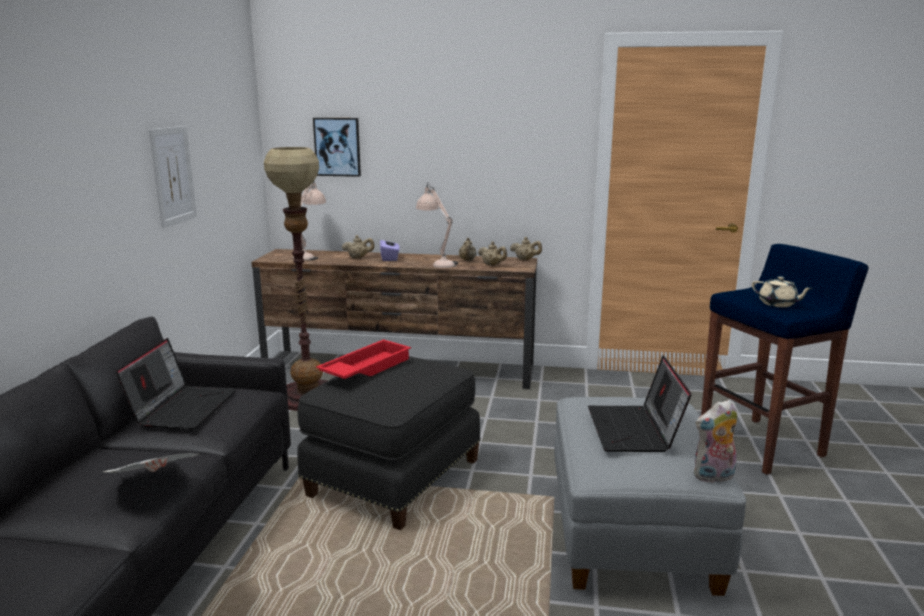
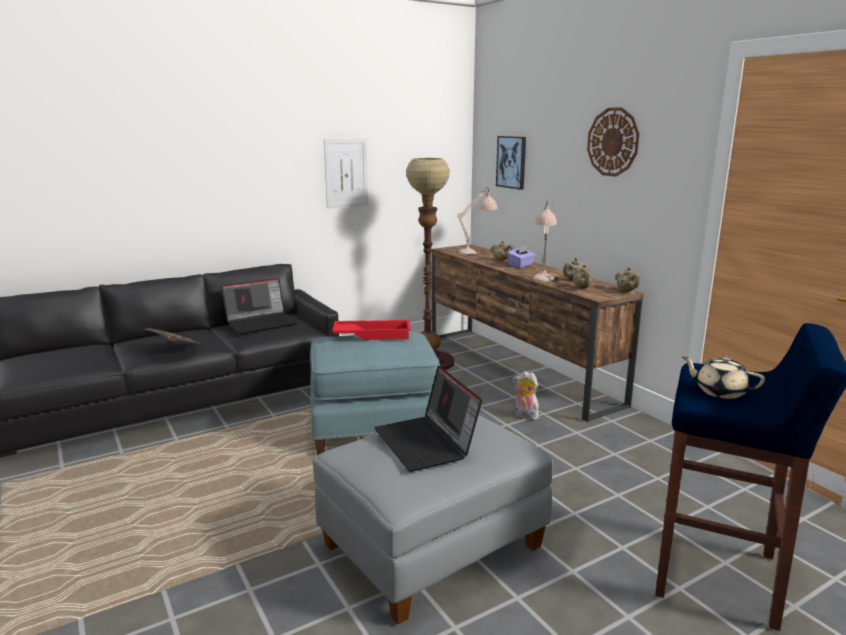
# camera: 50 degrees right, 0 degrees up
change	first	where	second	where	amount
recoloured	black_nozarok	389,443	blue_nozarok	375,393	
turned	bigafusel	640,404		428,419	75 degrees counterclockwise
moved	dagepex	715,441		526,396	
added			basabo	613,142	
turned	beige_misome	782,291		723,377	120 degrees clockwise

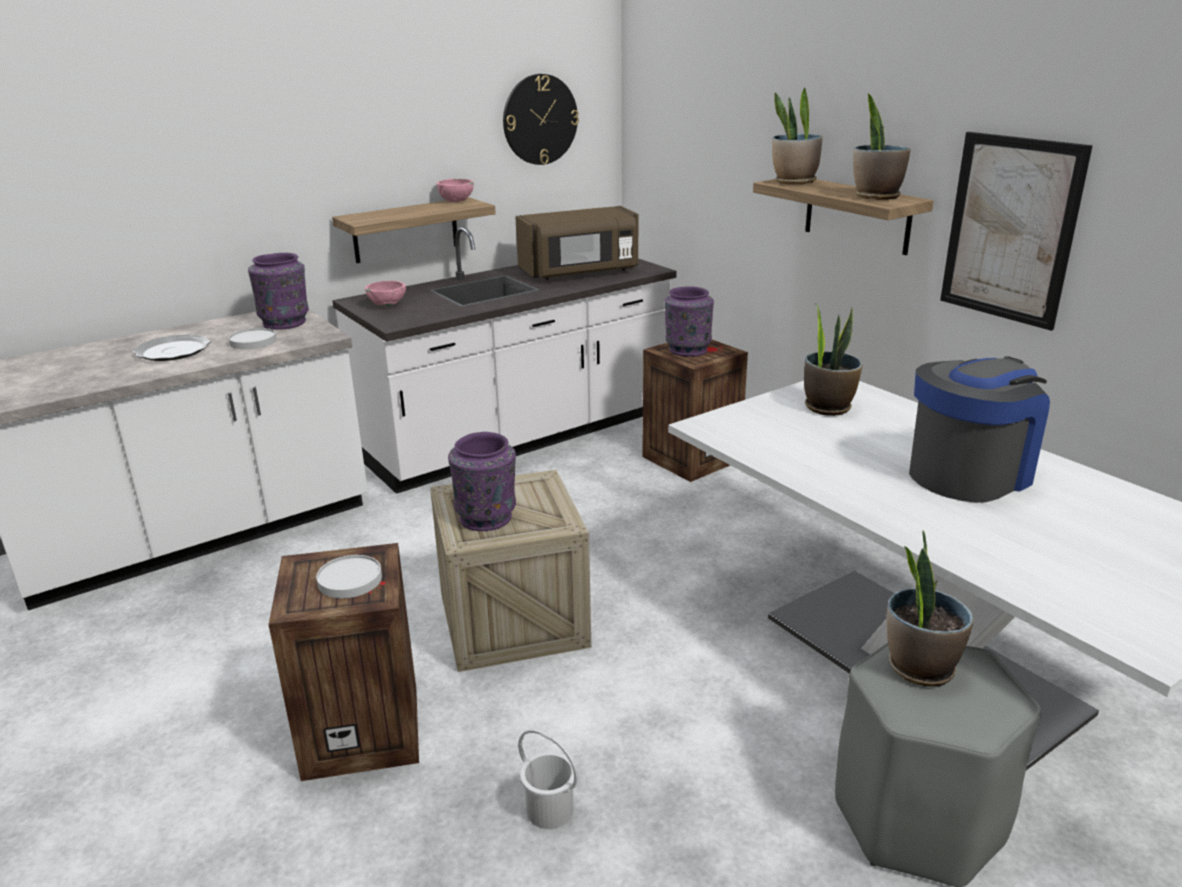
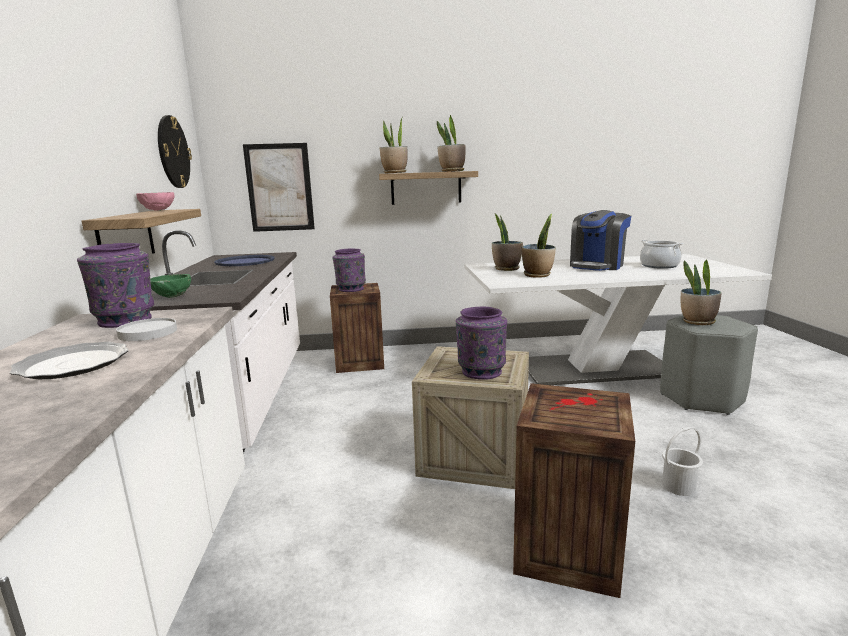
# camera: 60 degrees left, 10 degrees down
change	first	where	second	where	amount
recoloured	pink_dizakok	385,294	green_dizakok	170,286	
replaced	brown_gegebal	576,243	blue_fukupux	244,260	
moved	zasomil	1016,231		279,187	
added			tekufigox	539,246	
turned	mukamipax	979,429		600,240	135 degrees counterclockwise
added			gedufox	662,254	
removed	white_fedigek	349,576			

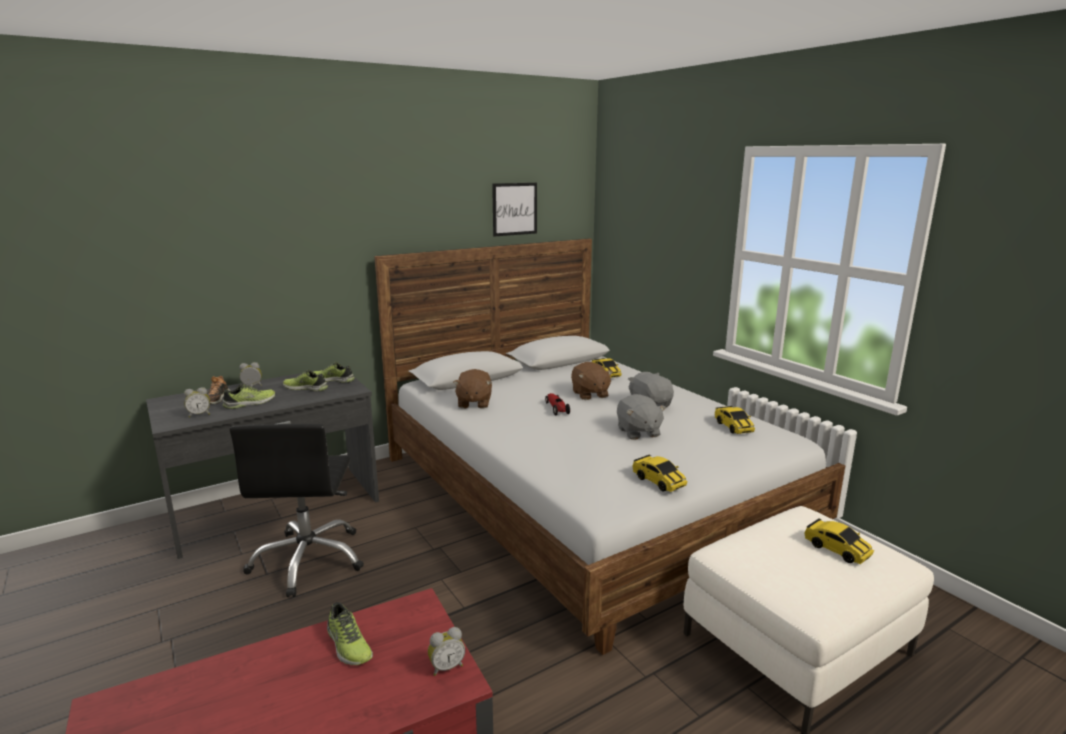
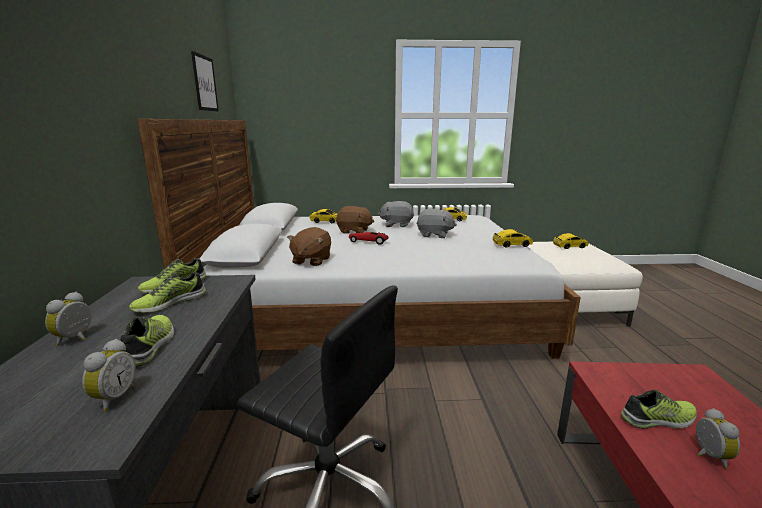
# camera: 60 degrees left, 0 degrees up
change	first	where	second	where	amount
turned	brown_dagepex	472,388		309,246	75 degrees clockwise
moved	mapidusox	446,651		718,438	
removed	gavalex	219,390			

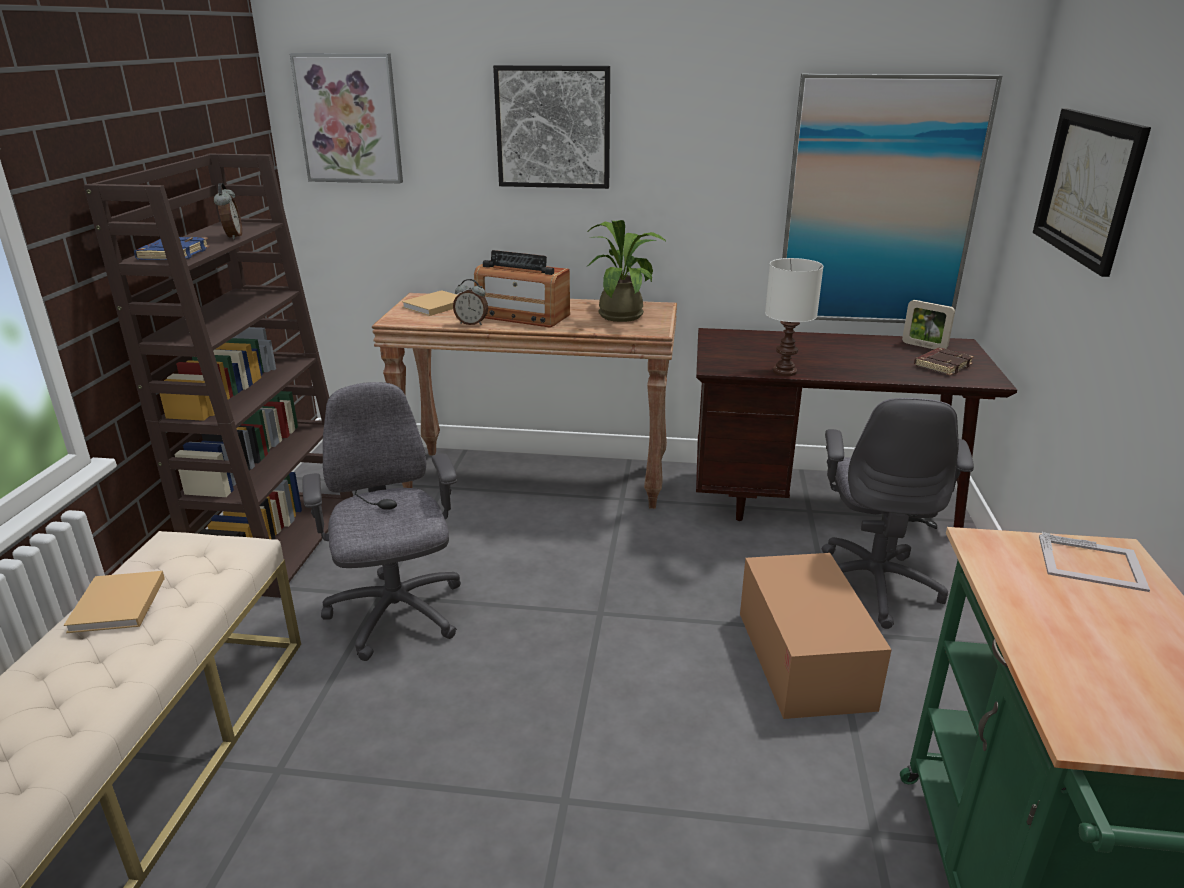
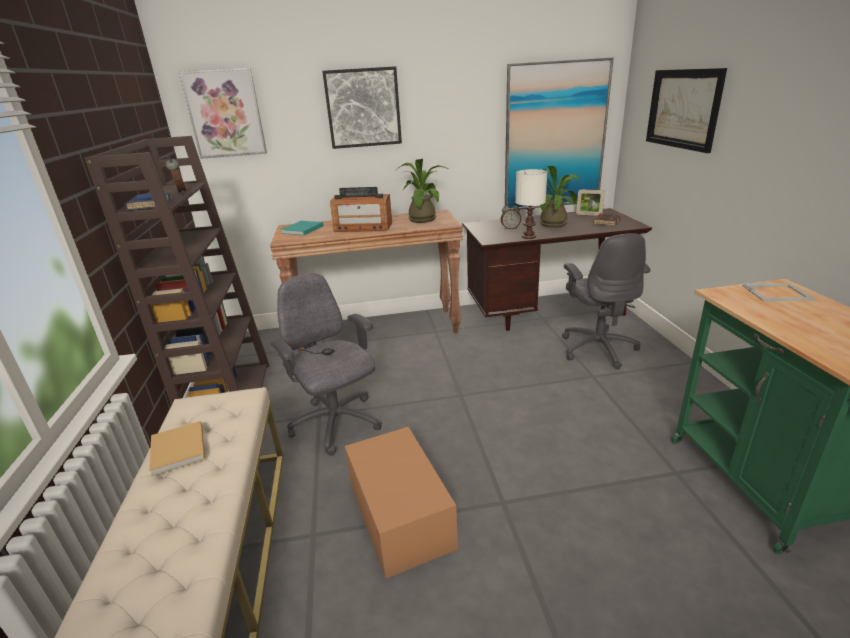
# camera: 15 degrees left, 0 degrees up
change	first	where	second	where	amount
recoloured	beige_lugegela	429,303	turquoise_lugegela	302,228	
moved	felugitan	816,636		401,502	
moved	mapidusox	470,302		511,215	
added			tekufigox	559,197	

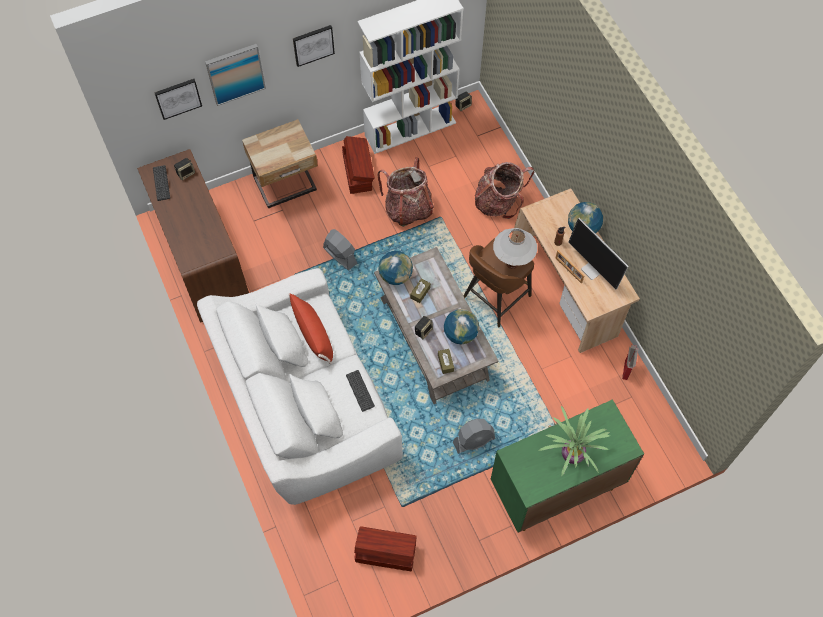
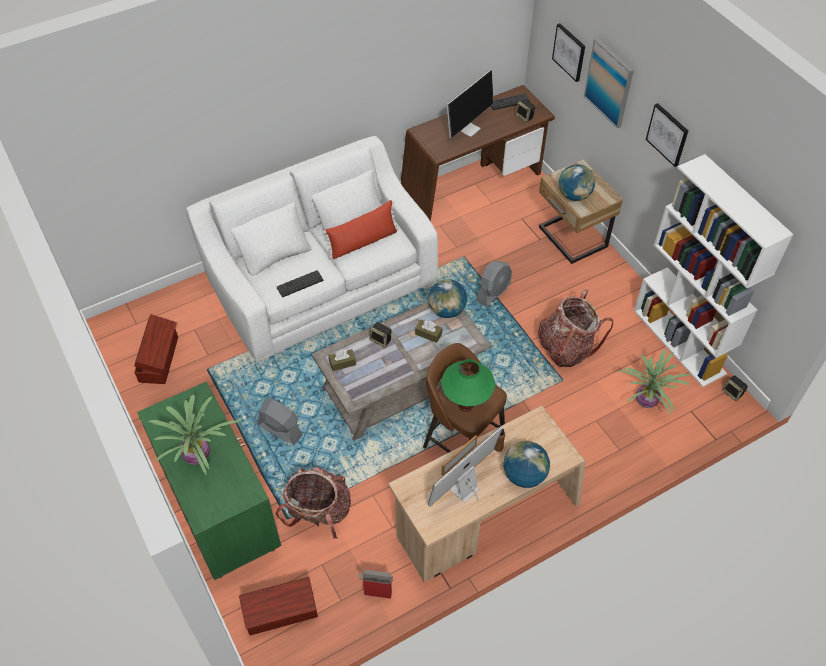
# camera: 85 degrees right, 10 degrees down
change	first	where	second	where	amount
moved	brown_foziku	358,165		278,606	
turned	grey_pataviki	474,436		280,421	150 degrees clockwise
moved	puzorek	504,190		313,502	
recoloured	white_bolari	515,248	green_bolari	468,385	
added			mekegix	470,104	
moved	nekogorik	461,326		577,182	
added			tekufigox	654,382	

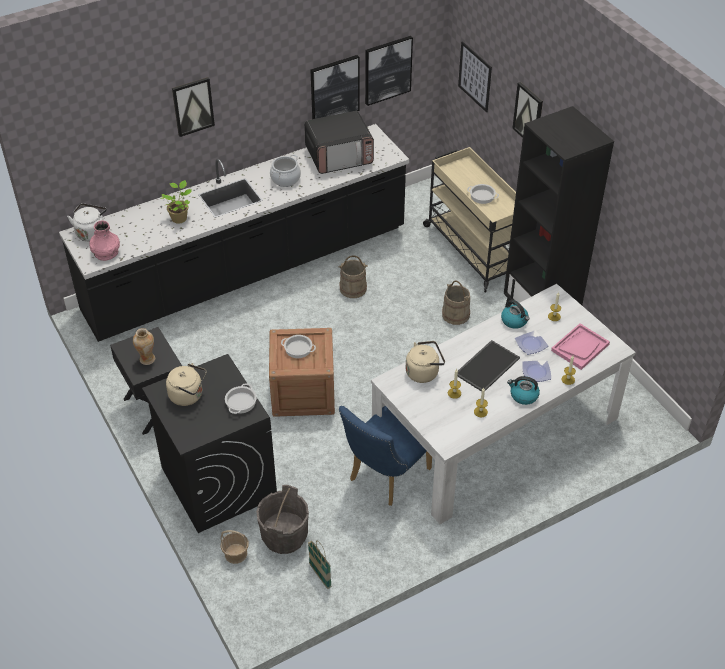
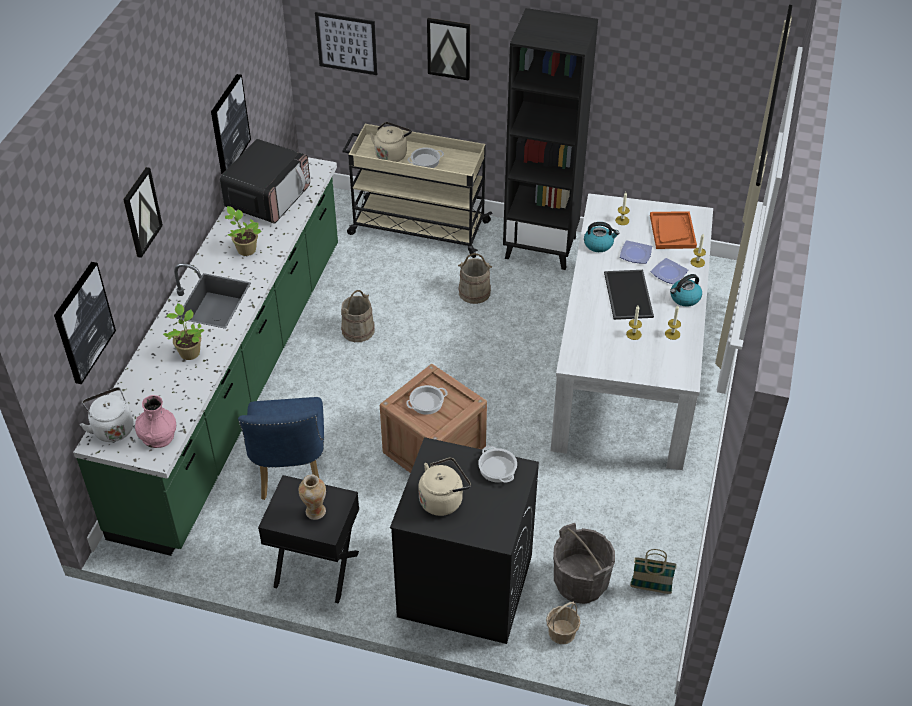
# camera: 45 degrees left, 0 degrees up
change	first	where	second	where	amount
moved	zasomil	389,71		85,323	
recoloured	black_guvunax	234,233	green_guvunax	205,356	
replaced	gedufox	285,171	tekufigox	243,231	
moved	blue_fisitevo	385,456		281,448	
moved	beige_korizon	425,362		391,142	
recoloured	pink_fukupux	580,347	orange_fukupux	673,230	

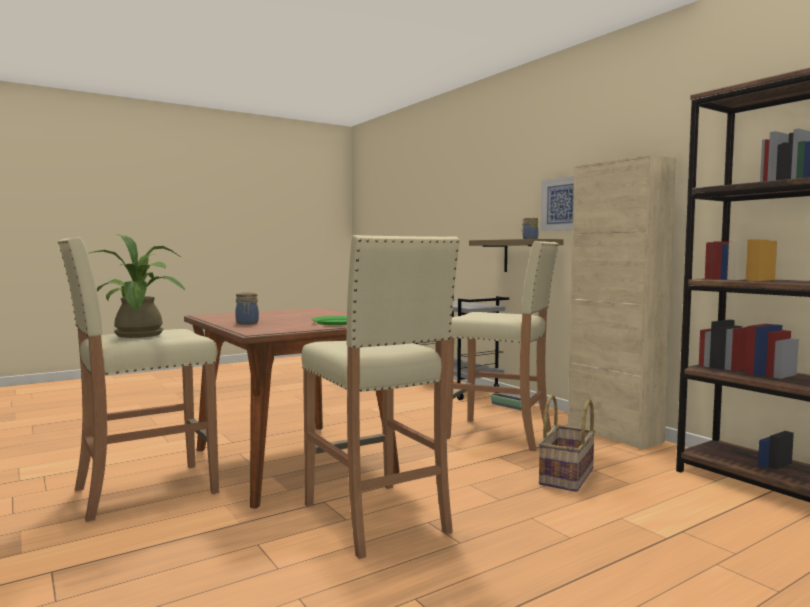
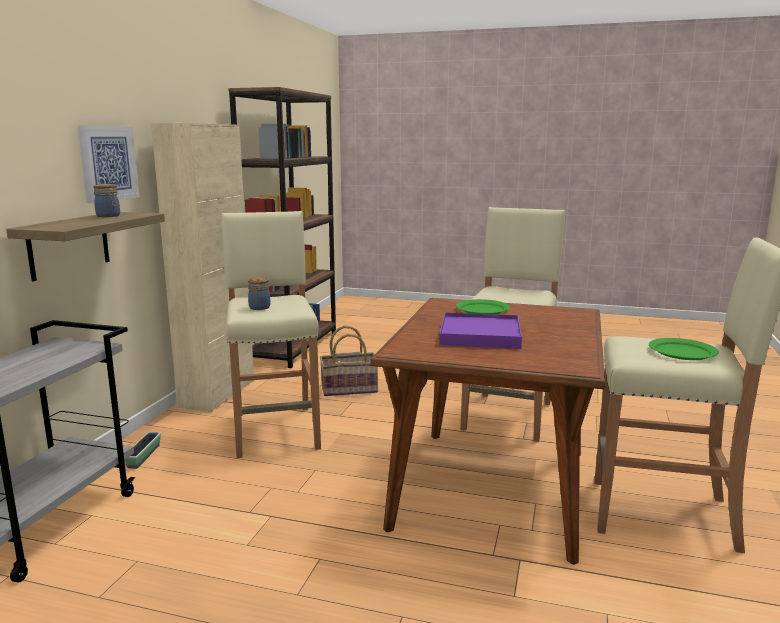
# camera: 130 degrees left, 10 degrees up
change	first	where	second	where	amount
moved	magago	247,308		259,294	
added			purple_fukupux	480,330	
replaced	tekufigox	137,286	green_fedigek	684,349	

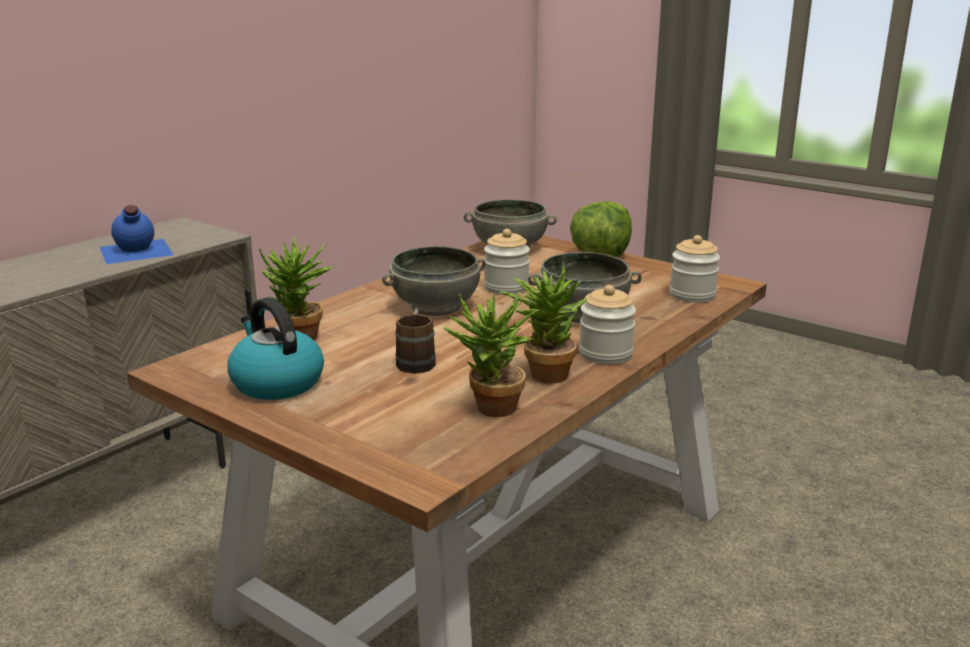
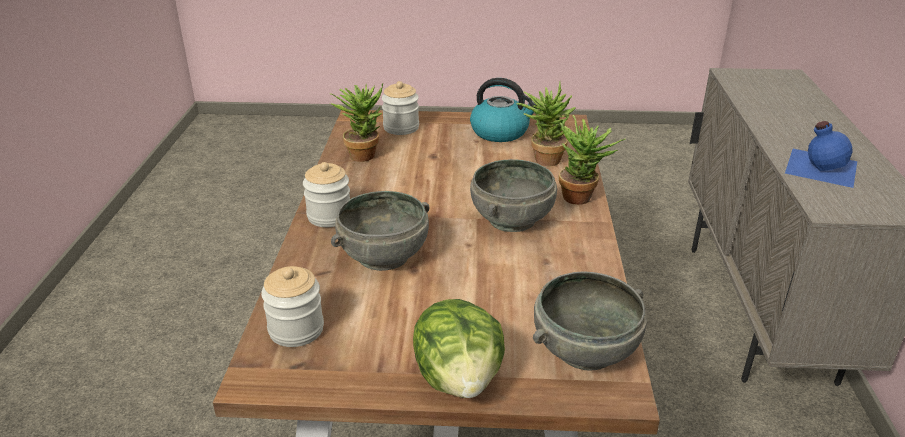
# camera: 145 degrees right, 10 degrees up
change	first	where	second	where	amount
moved	magago	507,262		400,108	
moved	tekufigox	543,323		592,160	
removed	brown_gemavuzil	415,341			

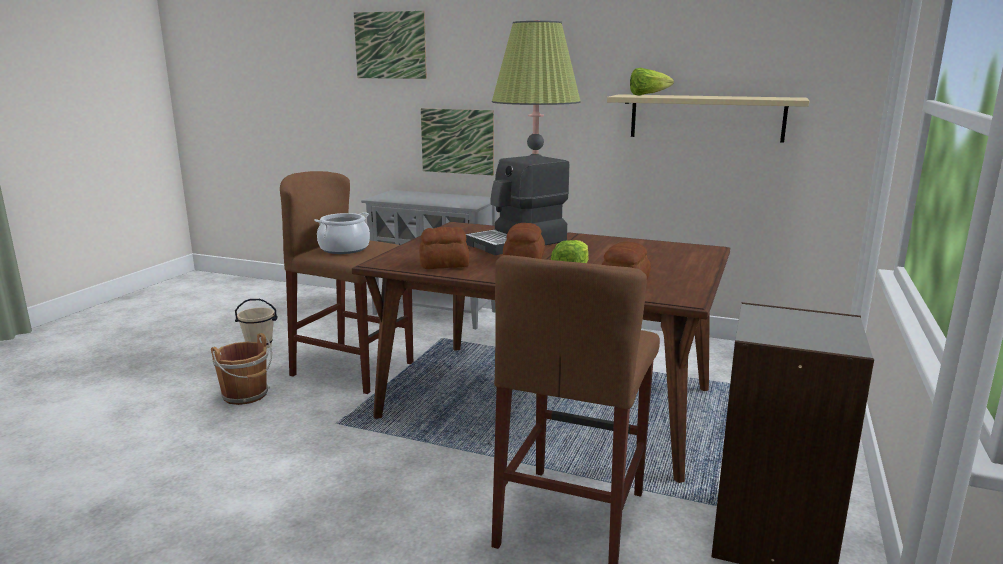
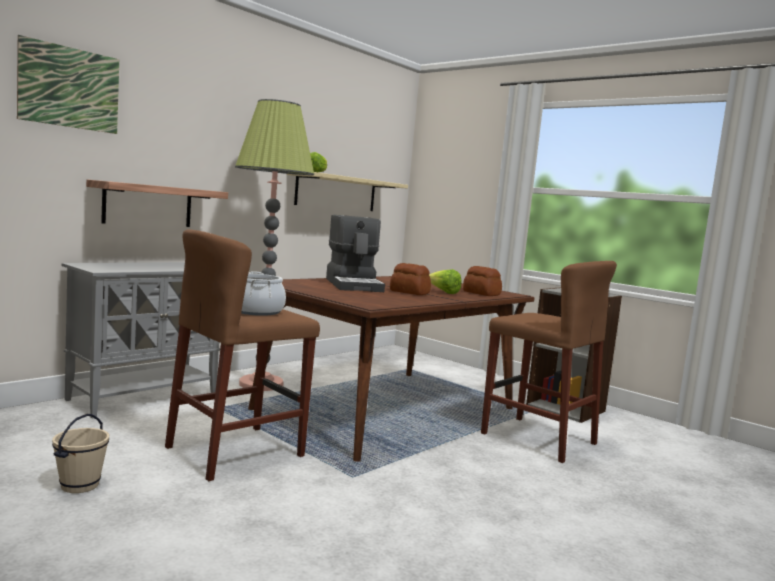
# camera: 70 degrees left, 10 degrees down
change	first	where	second	where	amount
replaced	zasomil	457,141	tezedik	157,203	
removed	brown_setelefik	241,369			
removed	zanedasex	444,248			

